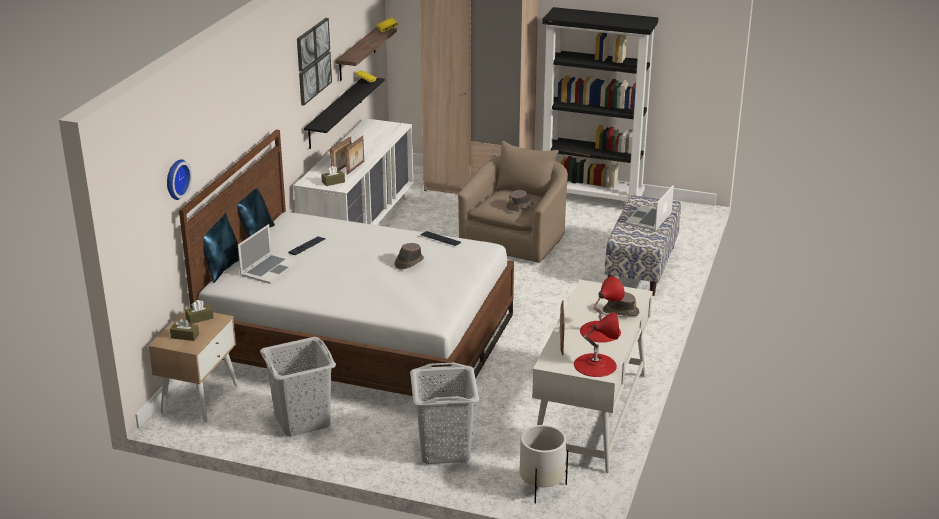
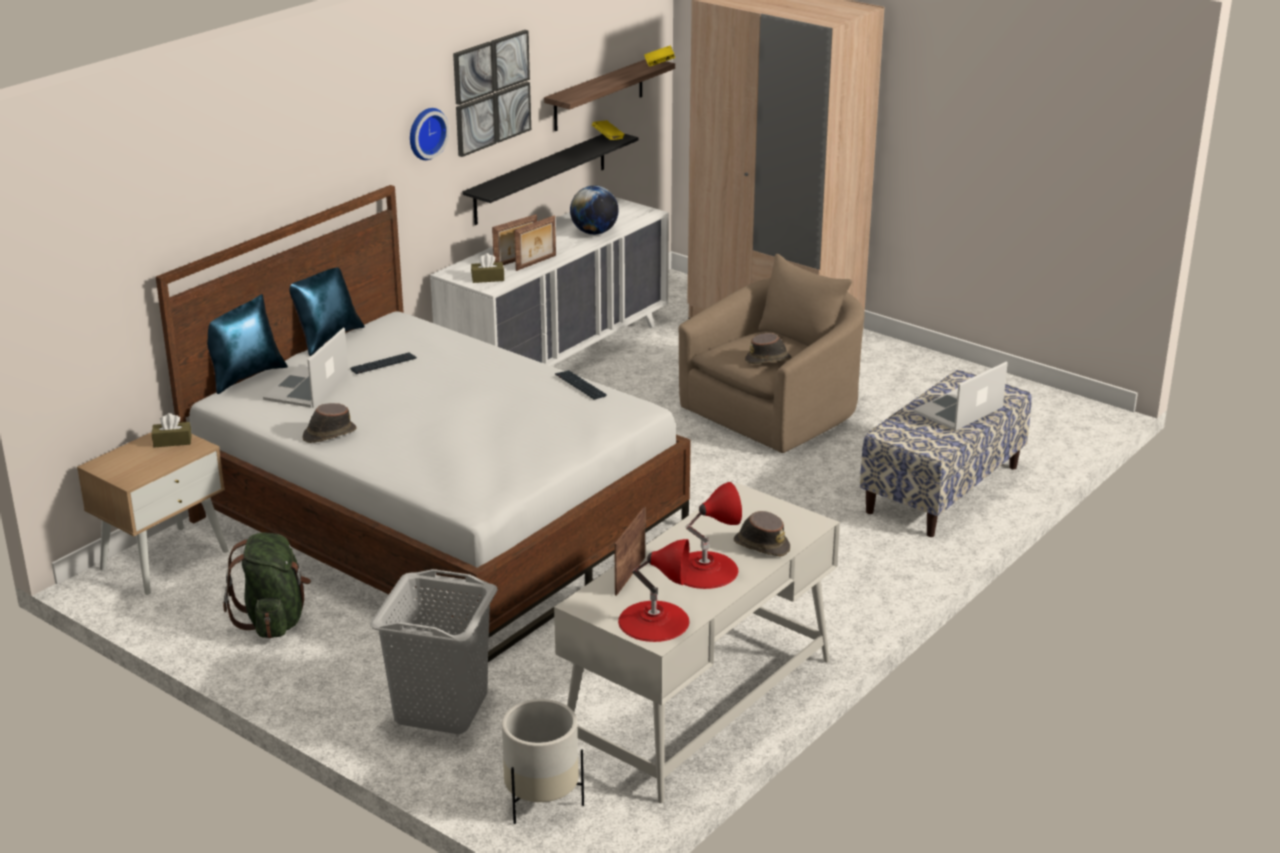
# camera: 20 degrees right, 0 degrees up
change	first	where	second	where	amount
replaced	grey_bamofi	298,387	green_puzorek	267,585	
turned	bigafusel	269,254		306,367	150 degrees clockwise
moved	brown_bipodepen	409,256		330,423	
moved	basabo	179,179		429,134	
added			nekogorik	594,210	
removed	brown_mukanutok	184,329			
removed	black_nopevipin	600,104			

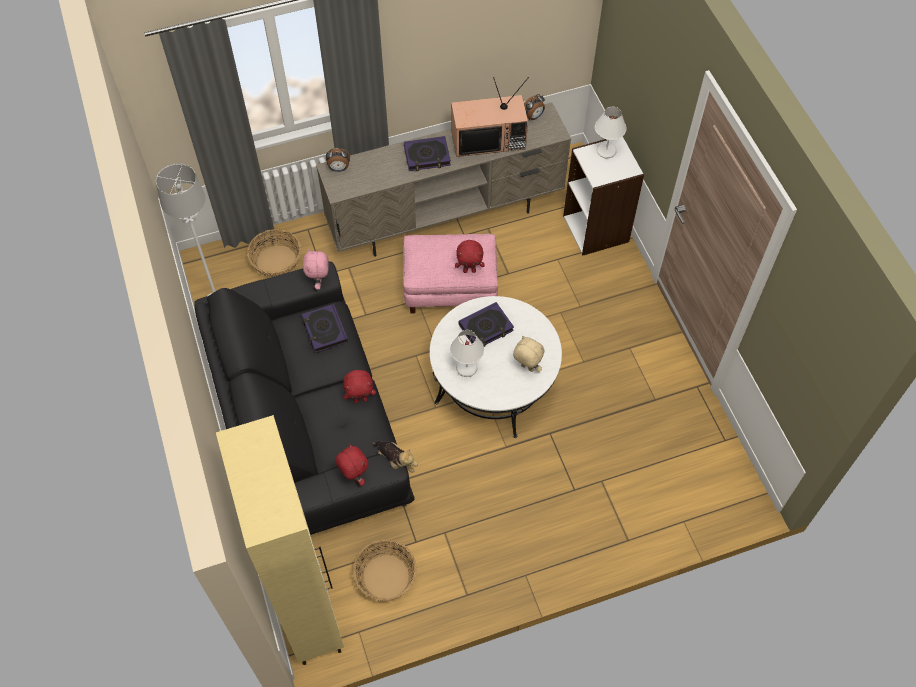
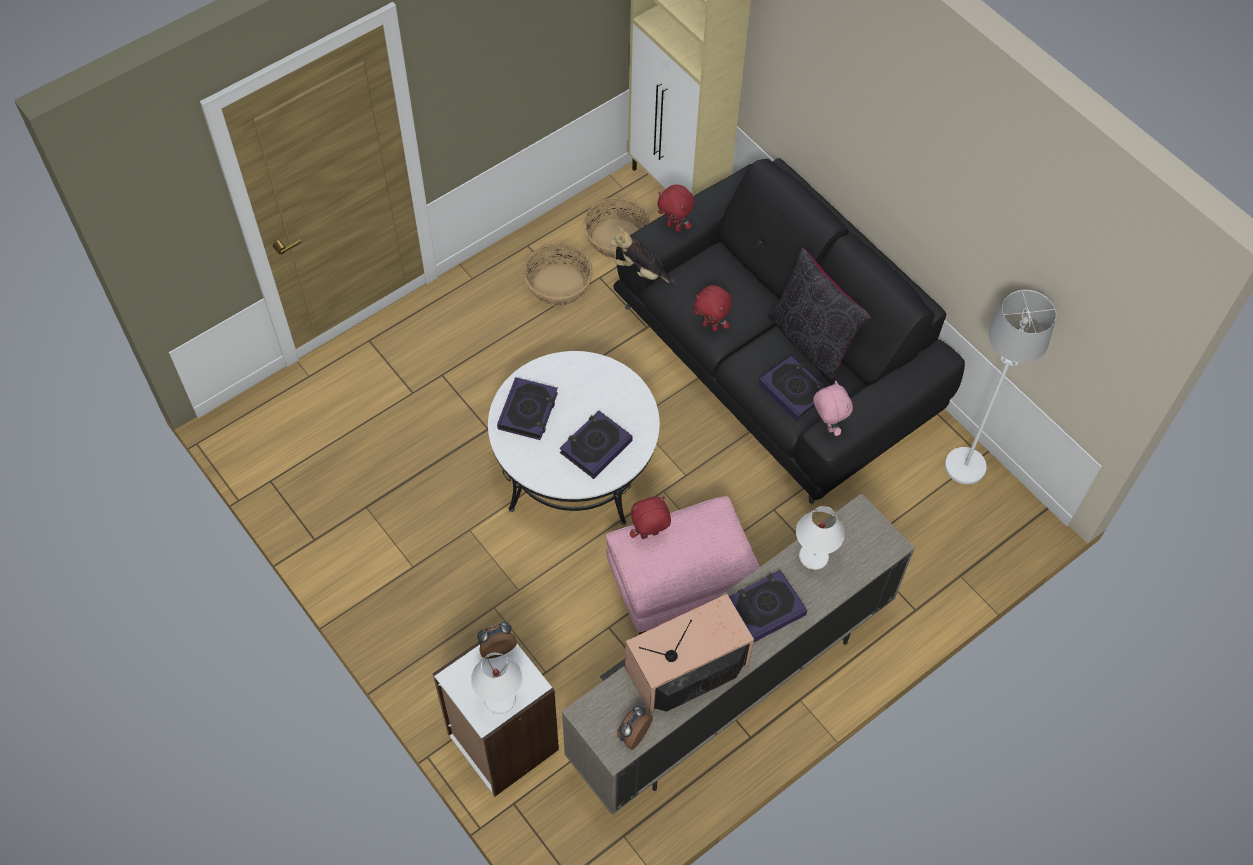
# camera: 160 degrees right, 0 degrees up
change	first	where	second	where	amount
moved	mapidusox	338,160		497,640	
replaced	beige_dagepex	528,354	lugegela	527,408	
moved	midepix	274,253		558,274	
turned	red_dagepex	359,386		713,308	120 degrees counterclockwise
added			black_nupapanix	819,315	
moved	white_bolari	467,353		820,538	

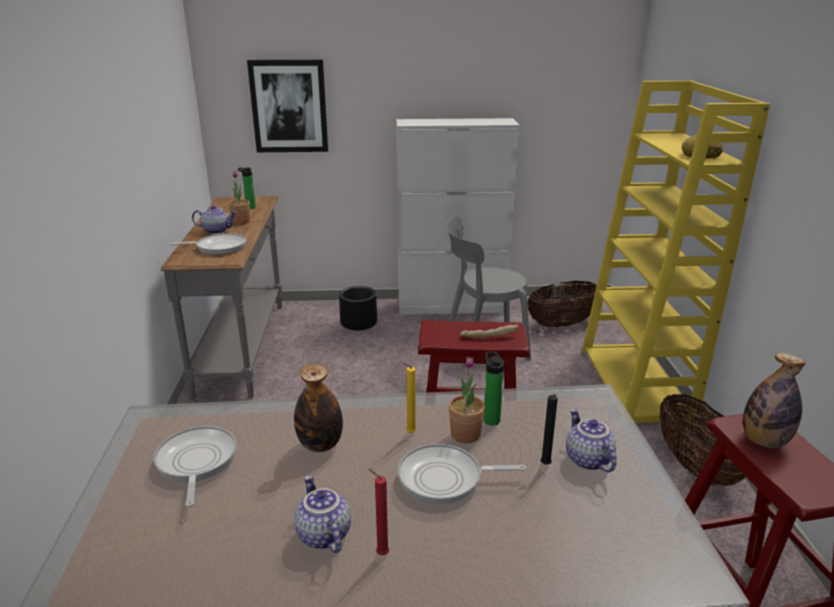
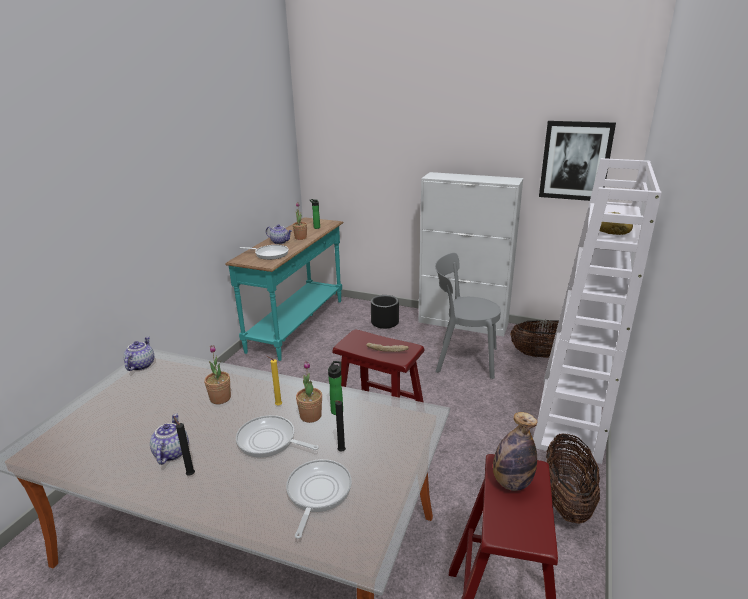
# camera: 25 degrees right, 0 degrees up
change	first	where	second	where	amount
moved	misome	591,440		138,354	
recoloured	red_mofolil	379,512	black_mofolil	184,446	
replaced	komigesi	318,408	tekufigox	217,374	
recoloured	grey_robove	221,298	turquoise_robove	285,289	
moved	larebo	195,466		319,499	
recoloured	yellow_nopevipin	676,252	white_nopevipin	597,311	
moved	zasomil	287,106		577,161	

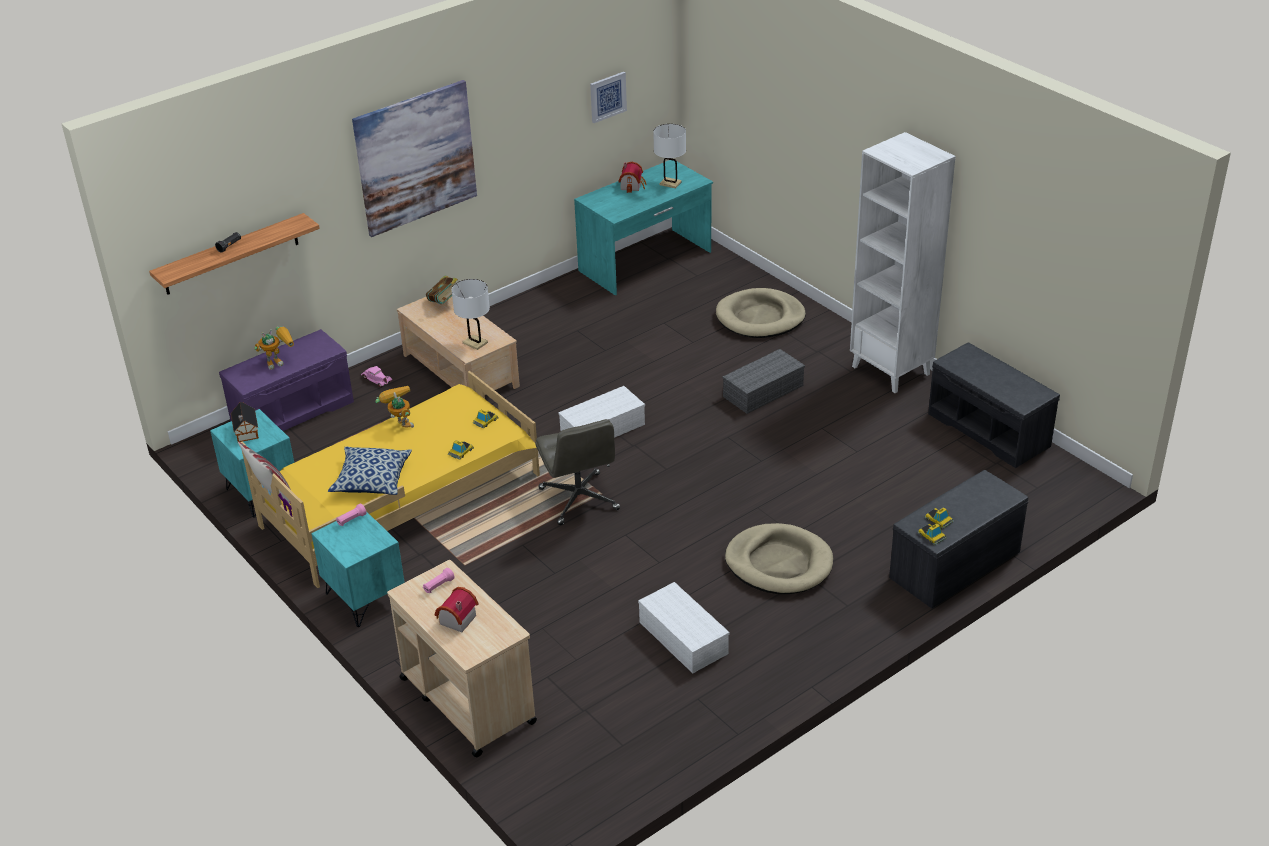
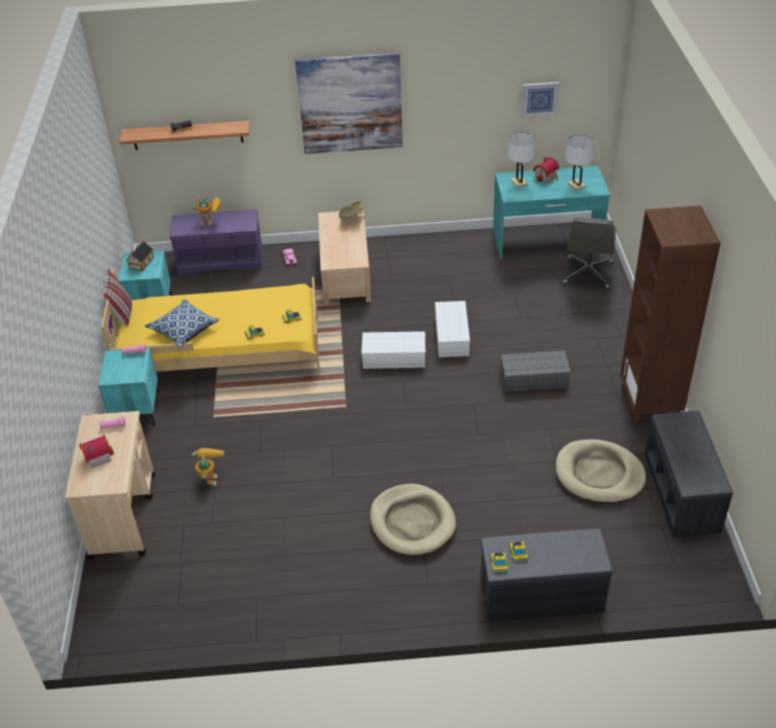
# camera: 35 degrees right, 5 degrees up
change	first	where	second	where	amount
moved	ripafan	394,407		208,467	
moved	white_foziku	684,628		452,329	
moved	white_bolari	471,314		521,159	
moved	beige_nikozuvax	761,313		601,471	
moved	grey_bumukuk	578,472		589,253	
recoloured	white_nopevipin	903,262	brown_nopevipin	670,316	

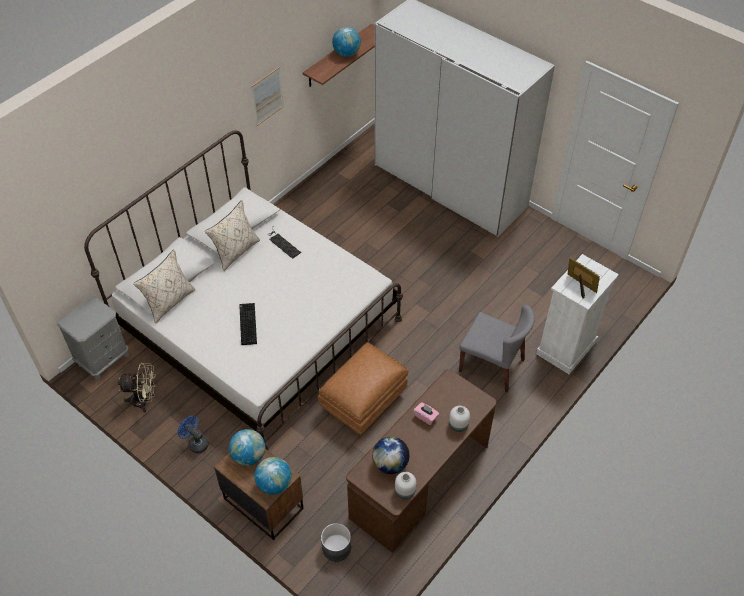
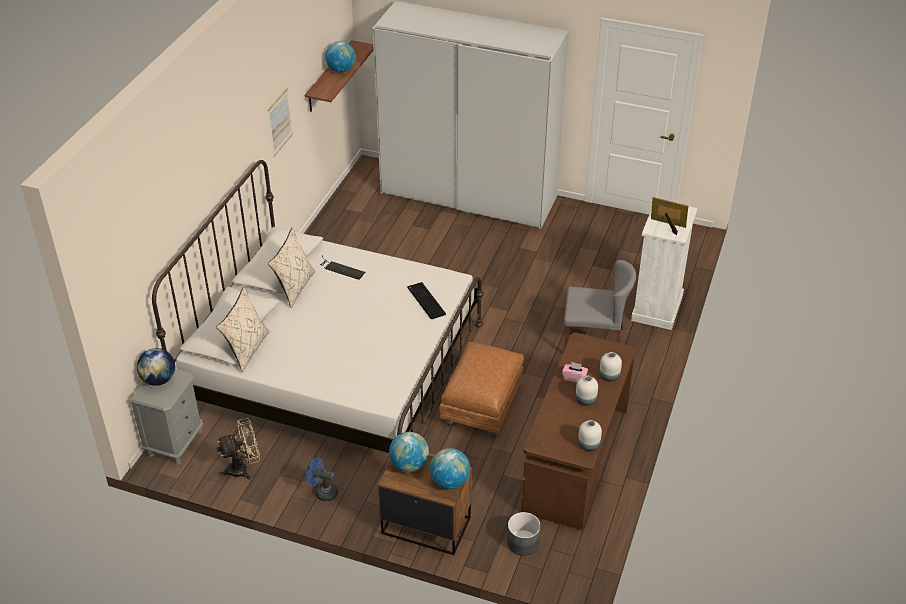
# camera: 20 degrees left, 10 degrees down
change	first	where	second	where	amount
moved	nekogorik	391,455		156,367	
moved	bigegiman	248,324		427,300	
added			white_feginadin	587,391	

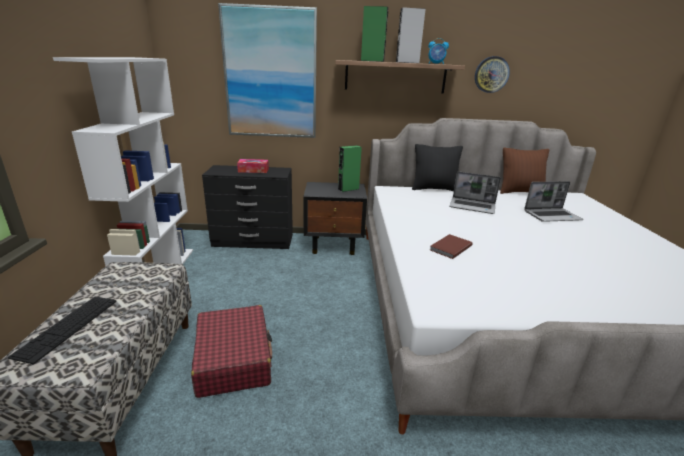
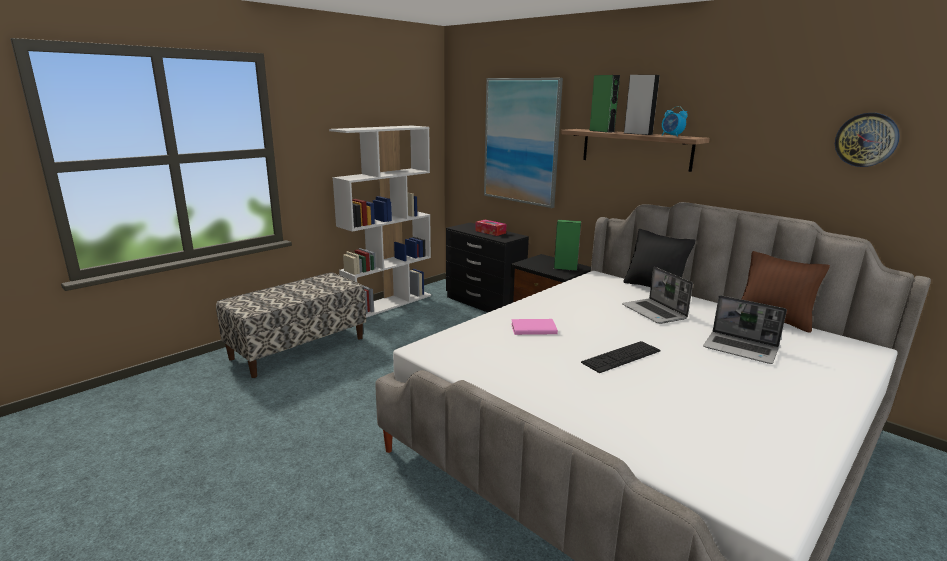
# camera: 45 degrees right, 5 degrees down
change	first	where	second	where	amount
recoloured	brown_lugegela	451,246	pink_lugegela	534,327	
moved	bigegiman	62,330		620,357	
moved	basabo	492,74		867,140	
removed	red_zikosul	231,351			

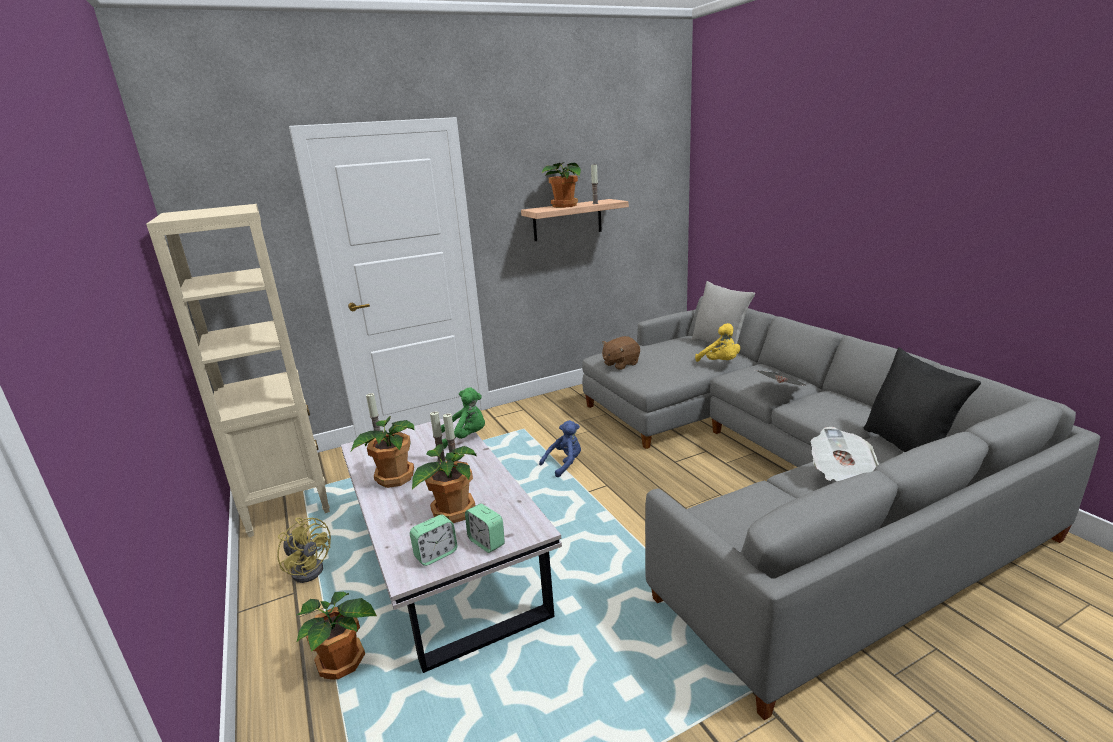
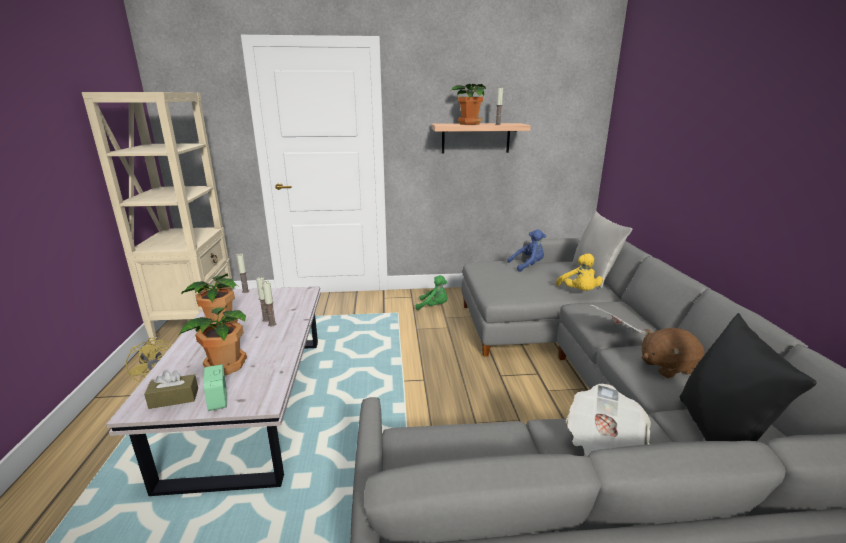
# camera: 20 degrees right, 0 degrees up
change	first	where	second	where	amount
replaced	mapidusox	433,540	brown_mukanutok	171,389	
moved	green_dagepex	463,418		431,292	
moved	blue_dagepex	560,448		526,250	
moved	brown_dagepex	621,353		672,353	
removed	tekufigox	336,636			

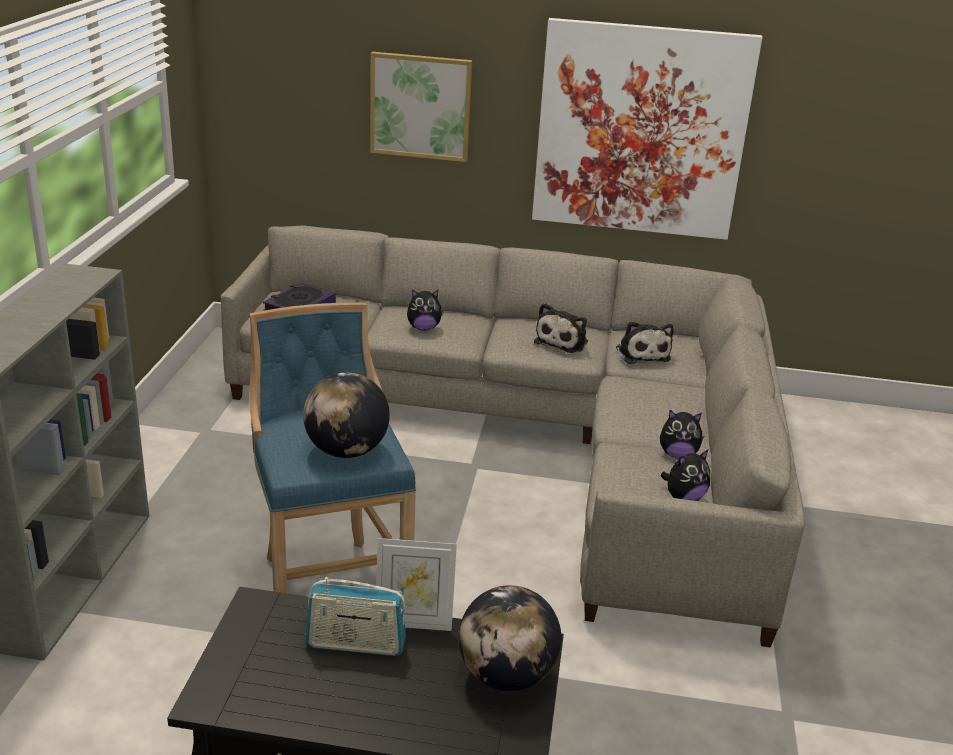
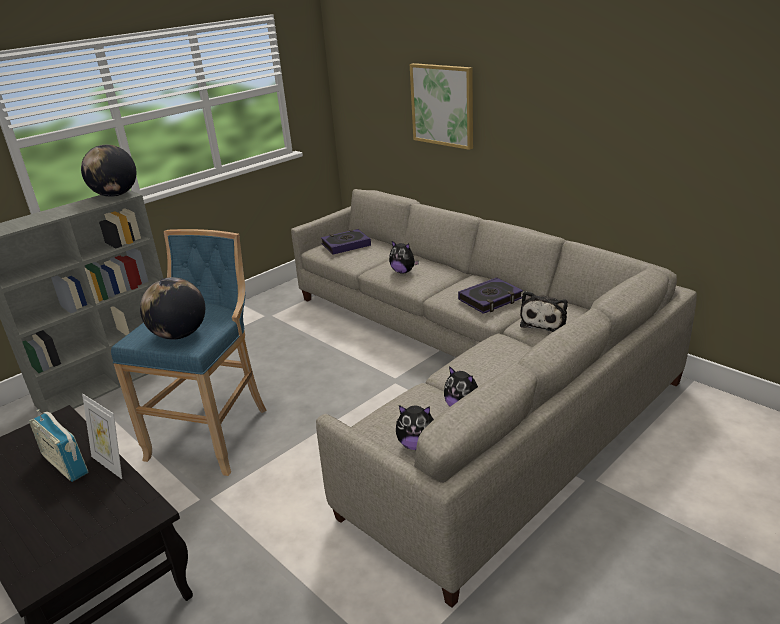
# camera: 40 degrees right, 0 degrees up
change	first	where	second	where	amount
moved	nekogorik	510,638		108,171	
replaced	dagepex	561,328	lugegela	490,295	
removed	zasomil	647,129			

